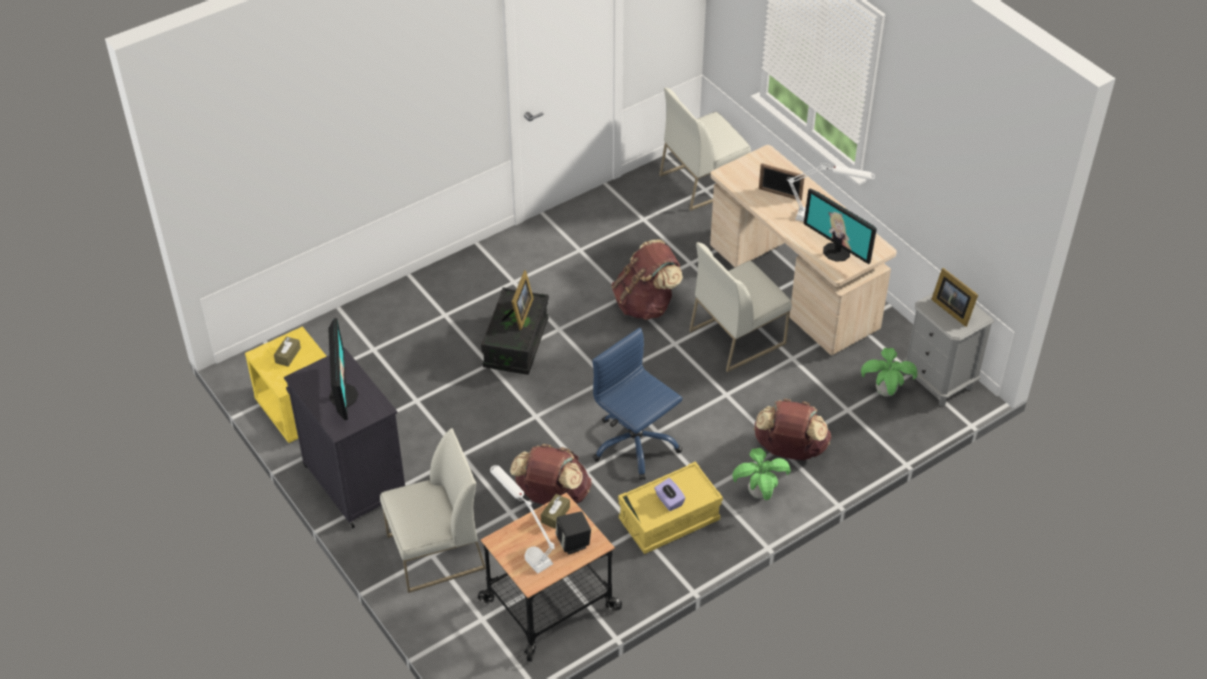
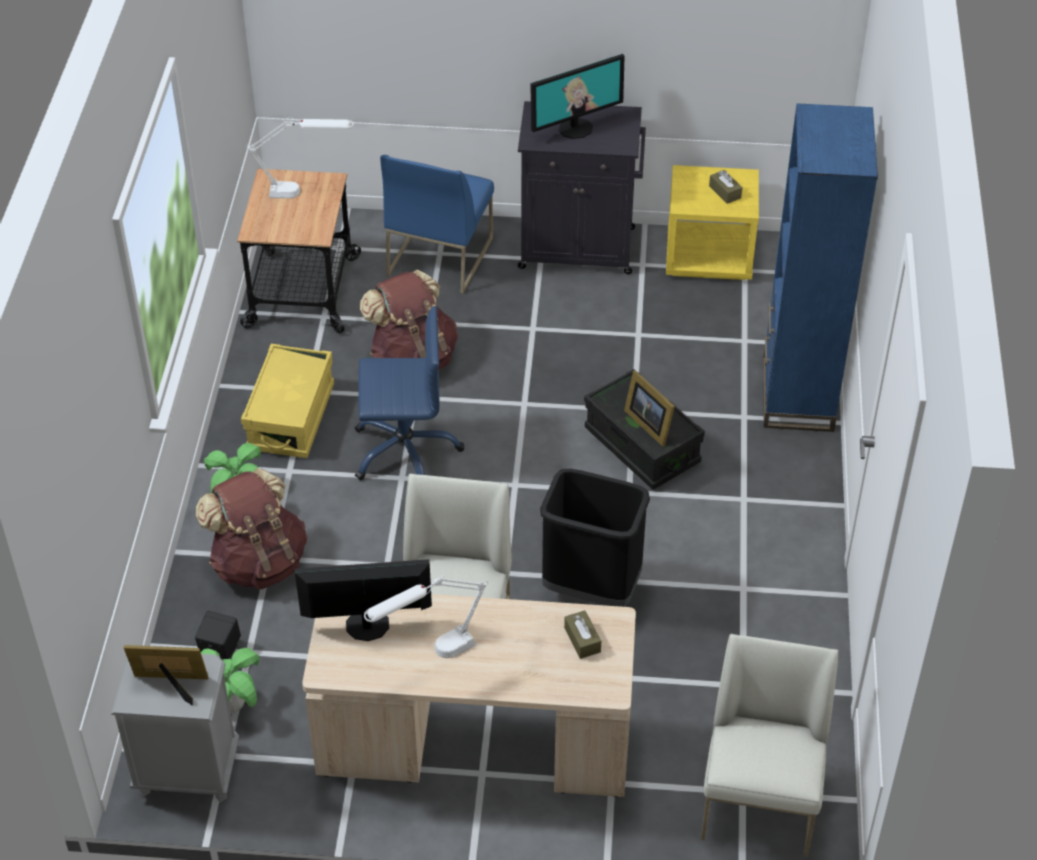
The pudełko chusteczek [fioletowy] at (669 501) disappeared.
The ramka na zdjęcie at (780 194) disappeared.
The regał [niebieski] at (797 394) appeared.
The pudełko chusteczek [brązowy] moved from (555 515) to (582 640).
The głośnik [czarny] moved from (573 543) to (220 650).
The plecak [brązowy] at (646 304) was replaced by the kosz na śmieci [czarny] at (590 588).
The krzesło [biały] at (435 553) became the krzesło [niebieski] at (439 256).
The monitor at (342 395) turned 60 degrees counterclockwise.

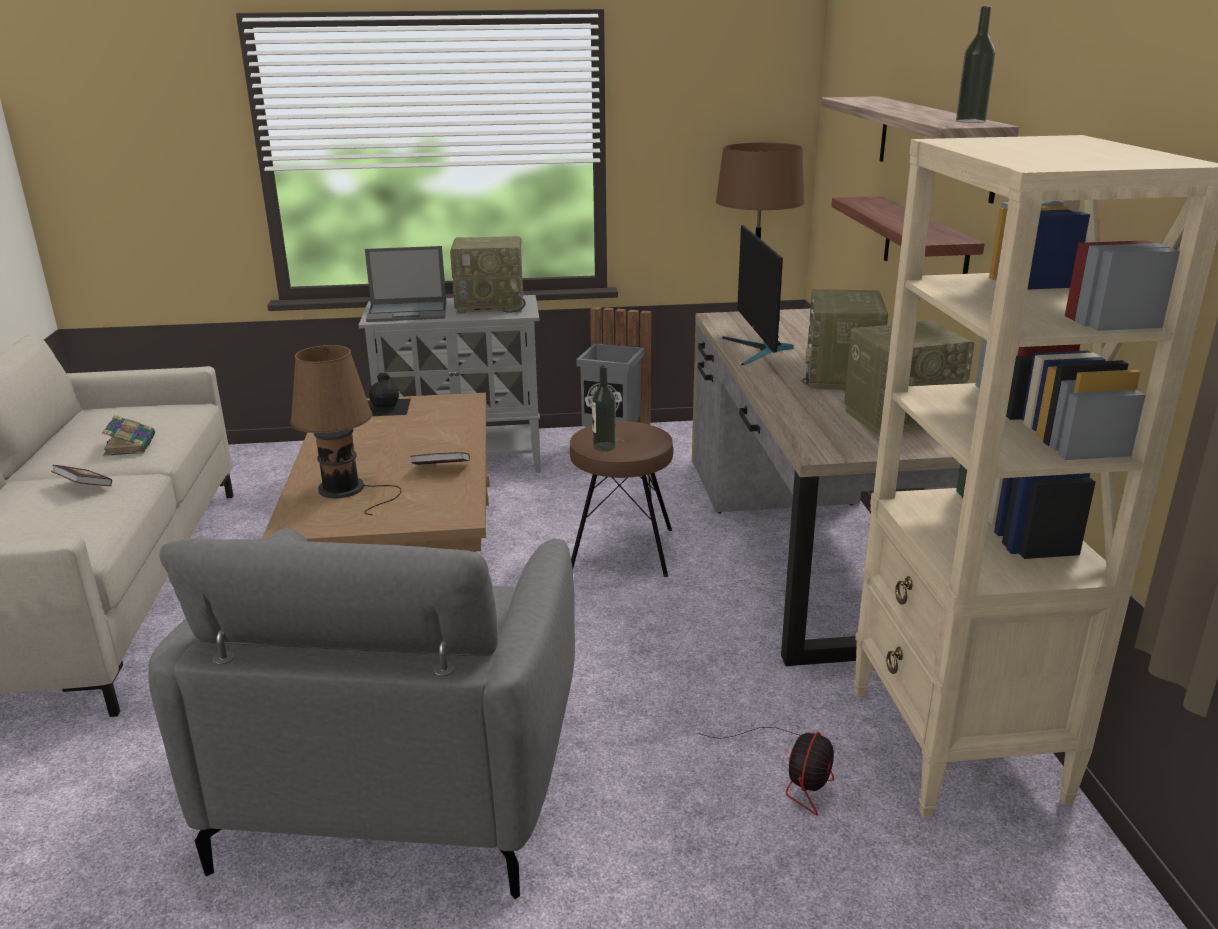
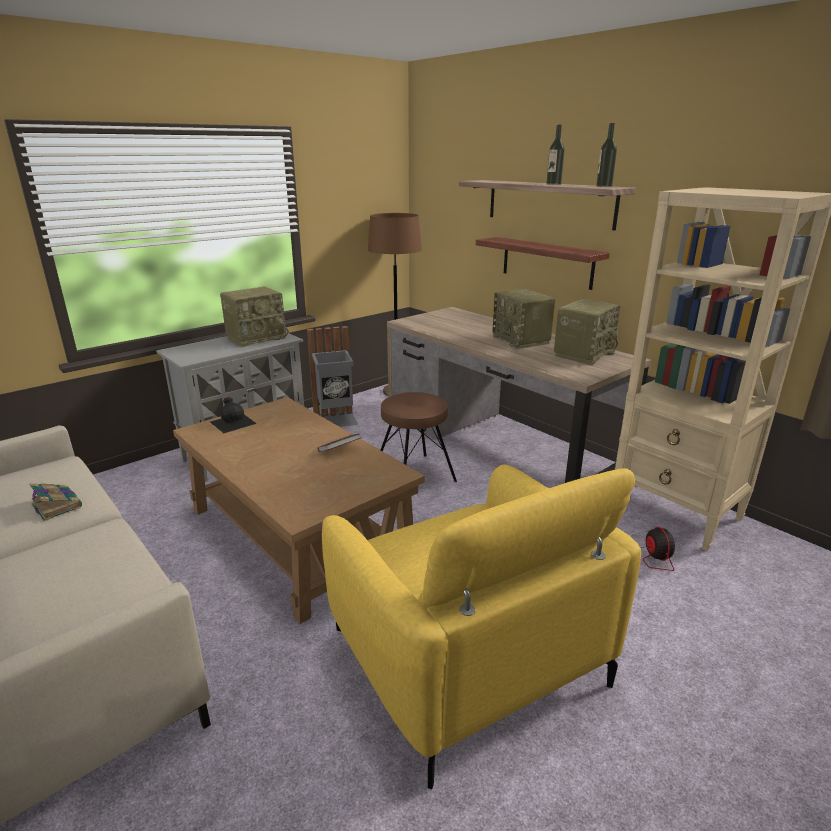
The książka at (84 487) disappeared.
The lampa stołowa [brązowy] at (346 490) disappeared.
The laptop at (408 312) disappeared.
The monitor at (758 350) disappeared.
The butelka moved from (604 446) to (553 184).
The fotel [szary] at (403 776) became the fotel [żółty] at (465 655).

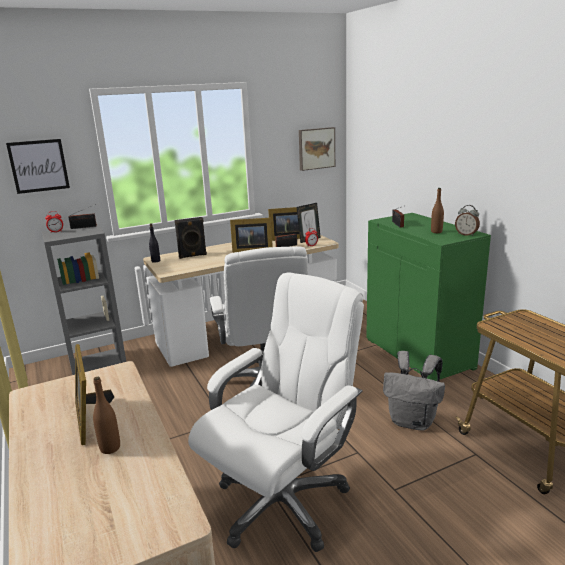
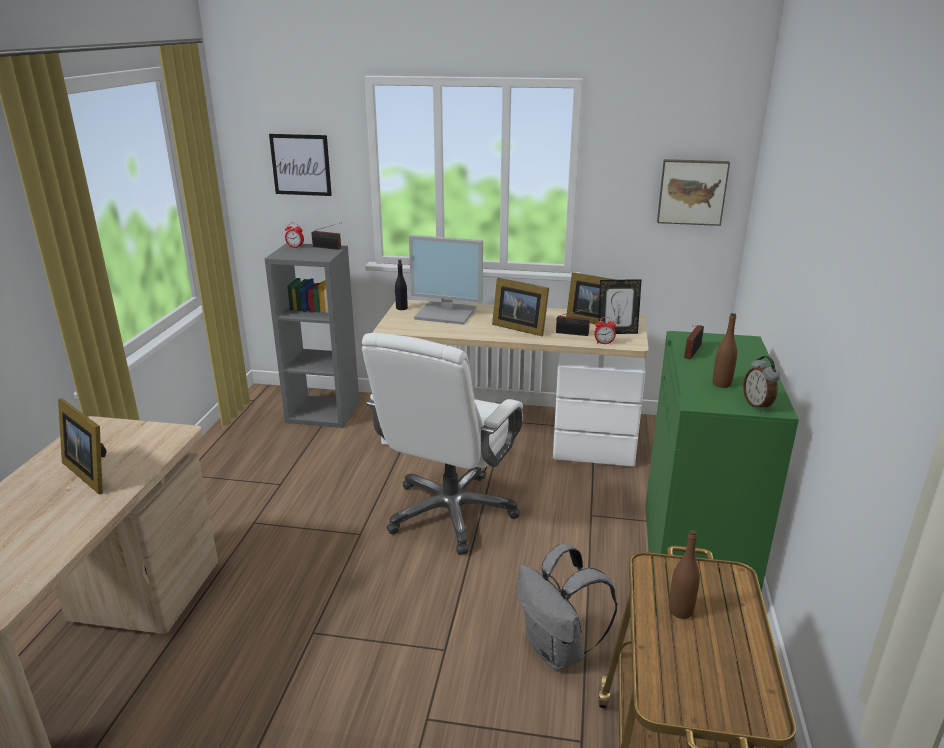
The krzesło biurowe [biały] at (282 501) disappeared.
The butelka [brązowy] moved from (110 448) to (680 611).
The głośnik [czarny] at (192 256) was replaced by the monitor at (447 313).
The ramka na zdjęcie at (91 417) turned 60 degrees counterclockwise.

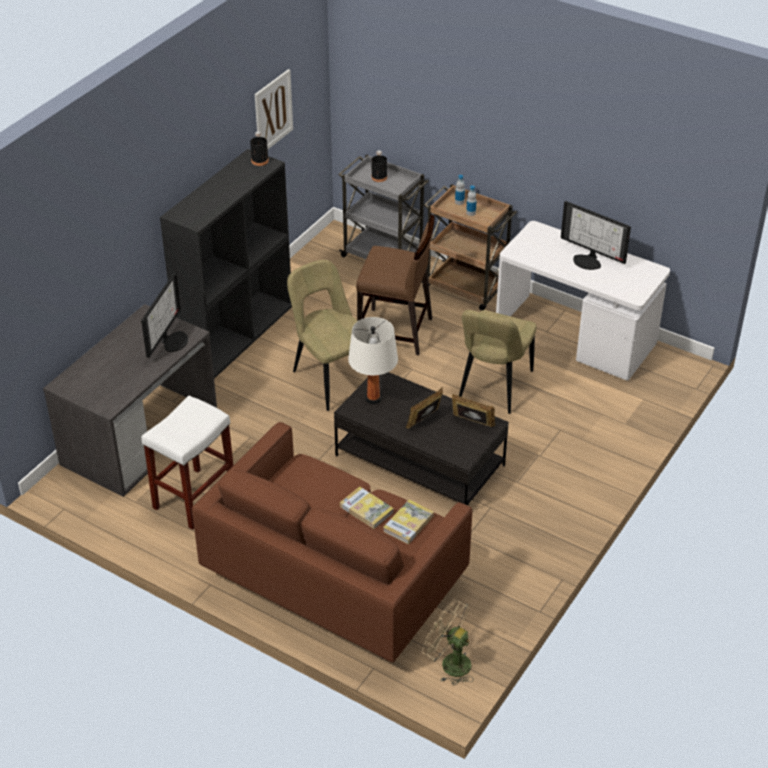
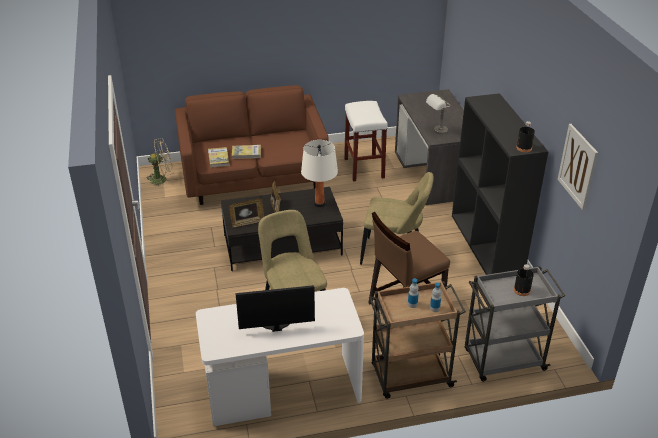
The monitor at (172 340) was replaced by the lampa stołowa [szary] at (436 132).

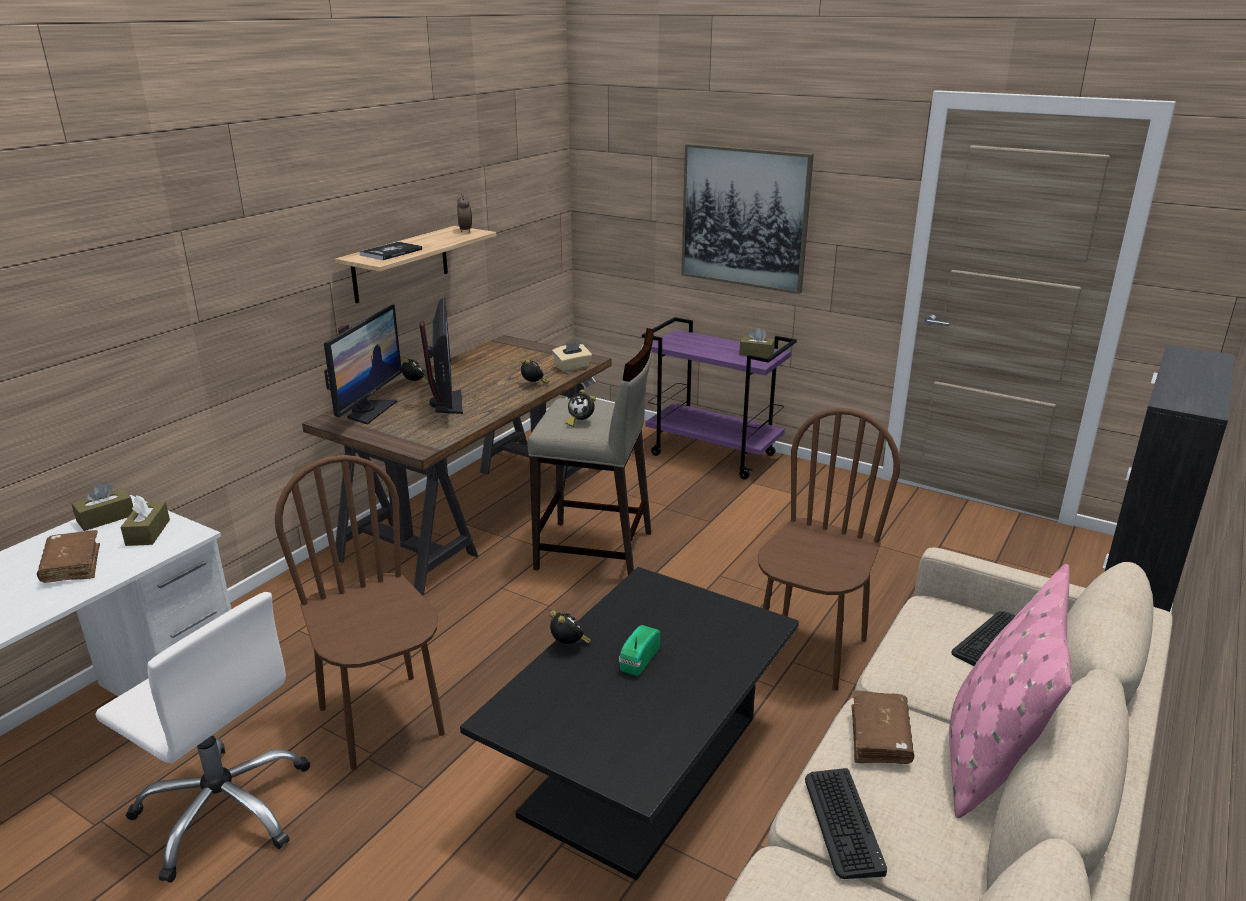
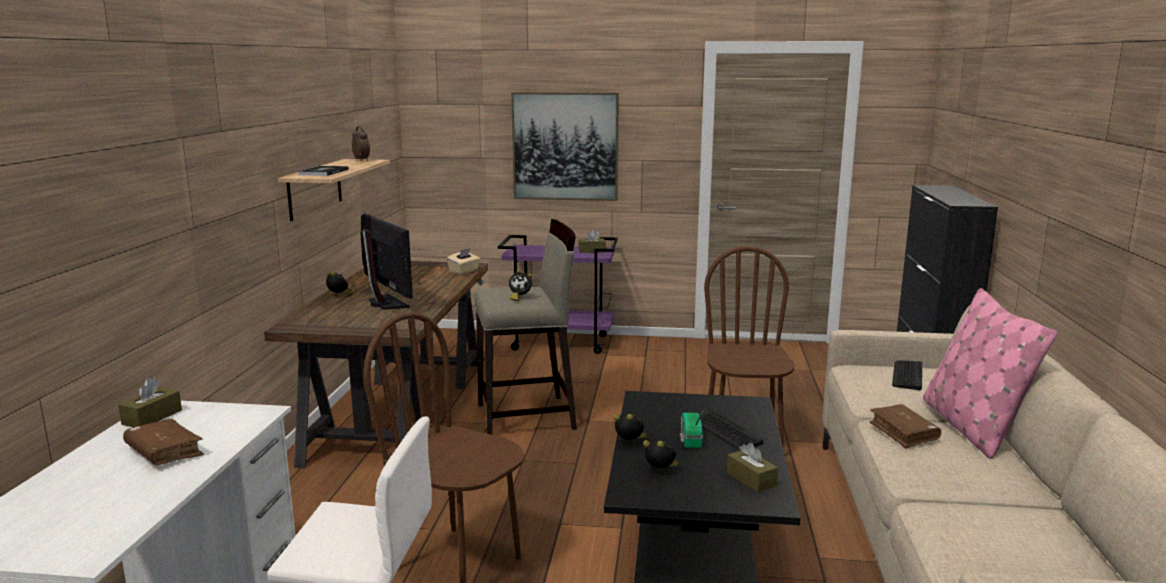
The monitor at (368 411) disappeared.
The pudełko chusteczek [brązowy] moved from (148 532) to (751 479).
The budzik moved from (534 385) to (661 471).
The klawiatura moved from (842 823) to (725 431).

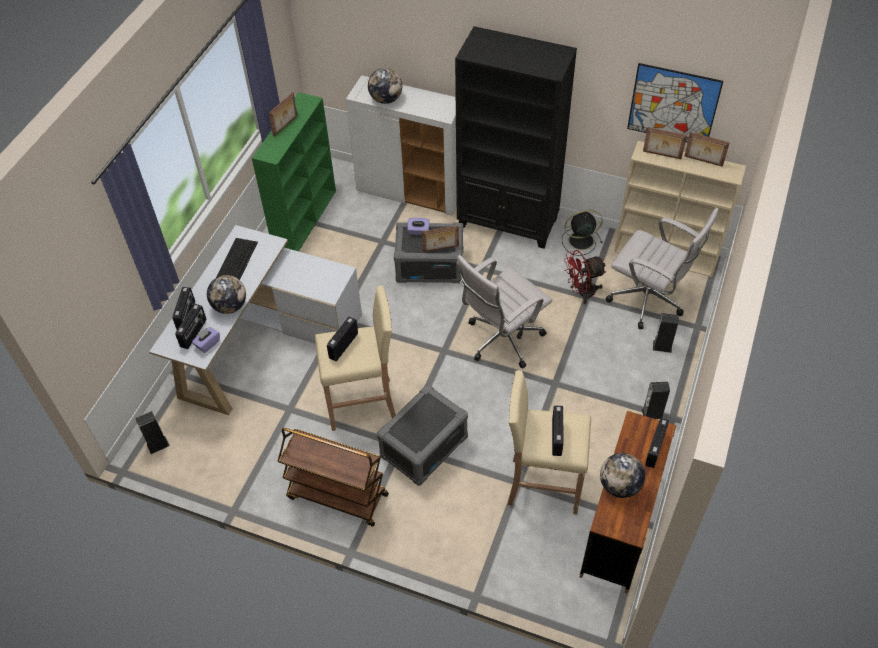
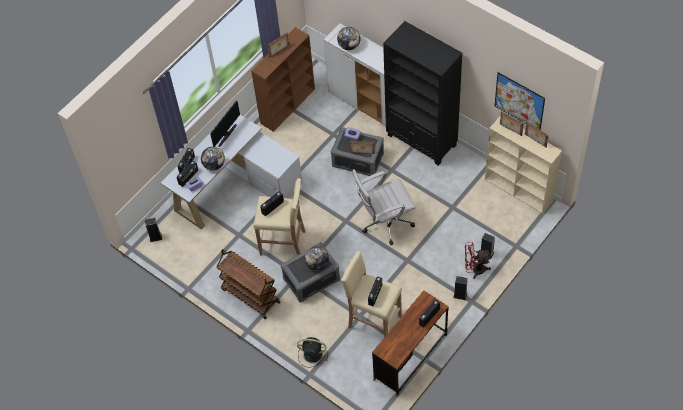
The krzesło biurowe [biały] at (649 301) disappeared.
The wentylator [czarny] moved from (579 241) to (312 354).
The wentylator [czerwony] moved from (581 292) to (475 269).
The globus moved from (619 486) to (317 264).
The klawiatura at (236 260) was replaced by the monitor at (226 135).
The regał [zielony] at (305 219) became the regał [brązowy] at (288 105).

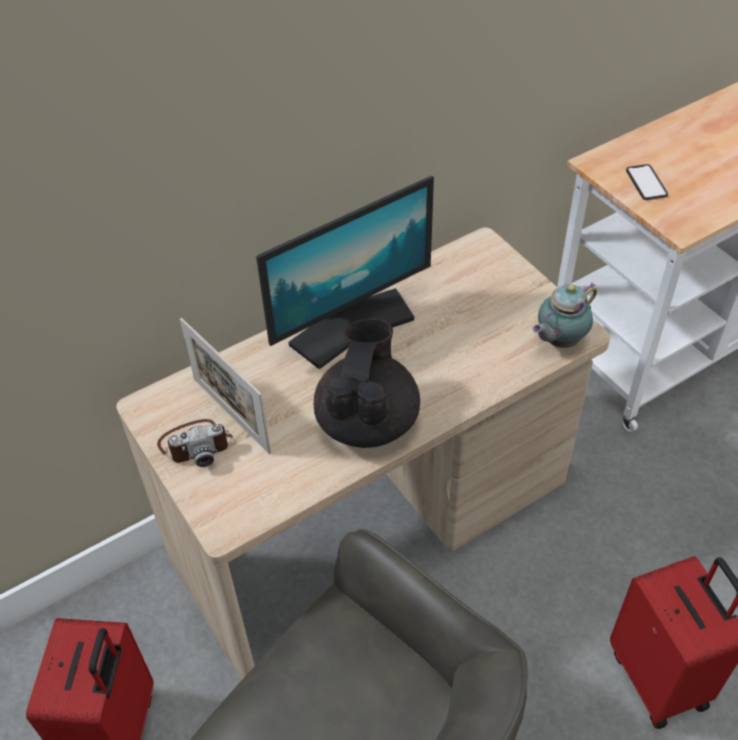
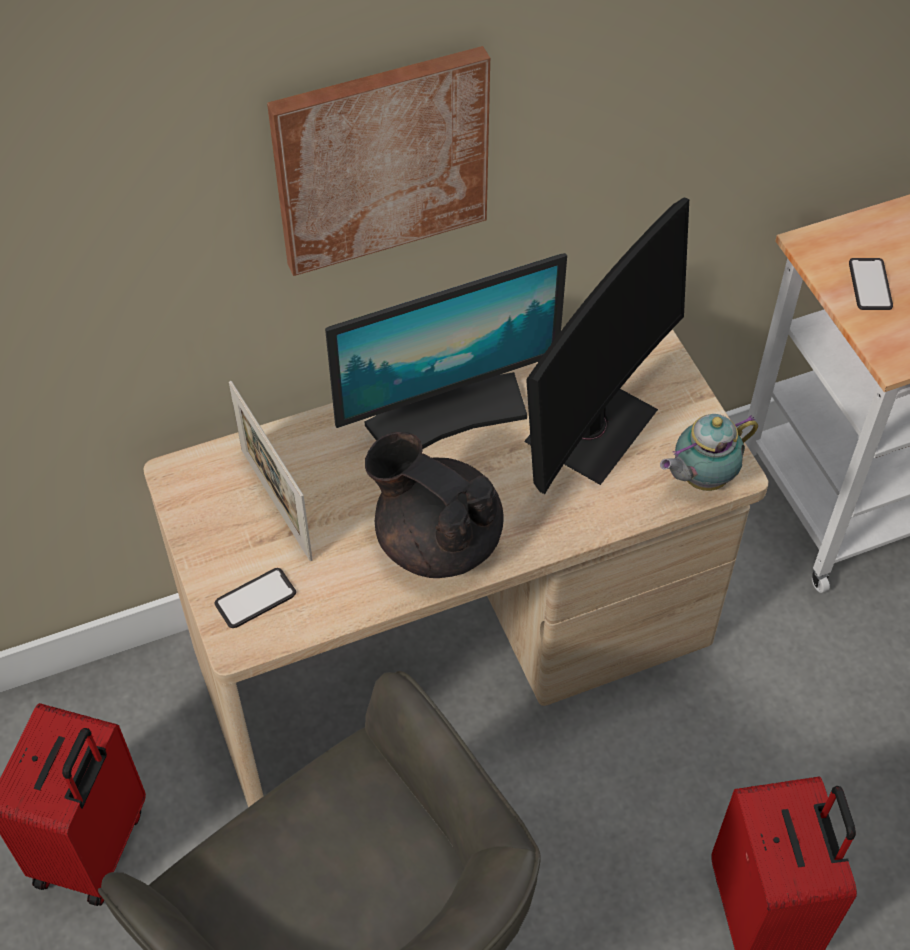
The aparat fotograficzny at (196 444) disappeared.
The telefon at (255 598) appeared.
The obraz at (381 159) appeared.
The monitor at (591 428) appeared.
The imbryk [czarny] at (367 420) turned 75 degrees counterclockwise.

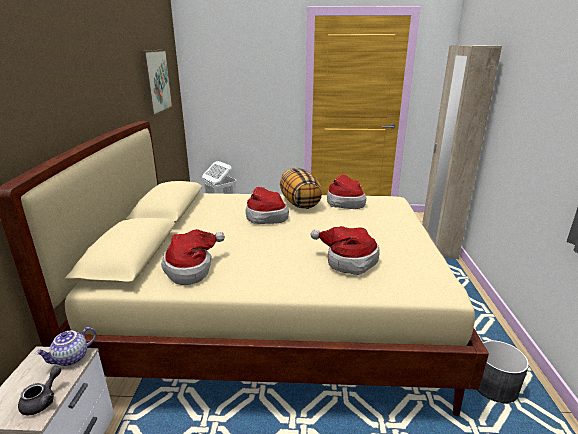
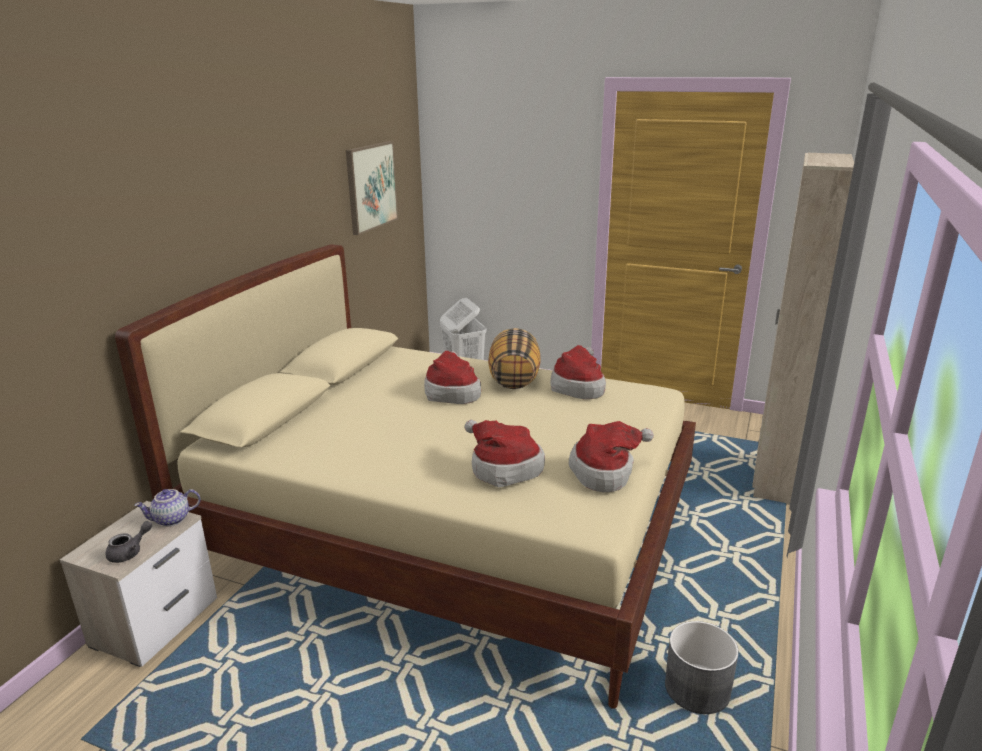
The kapelusz moved from (192 268) to (606 471).

